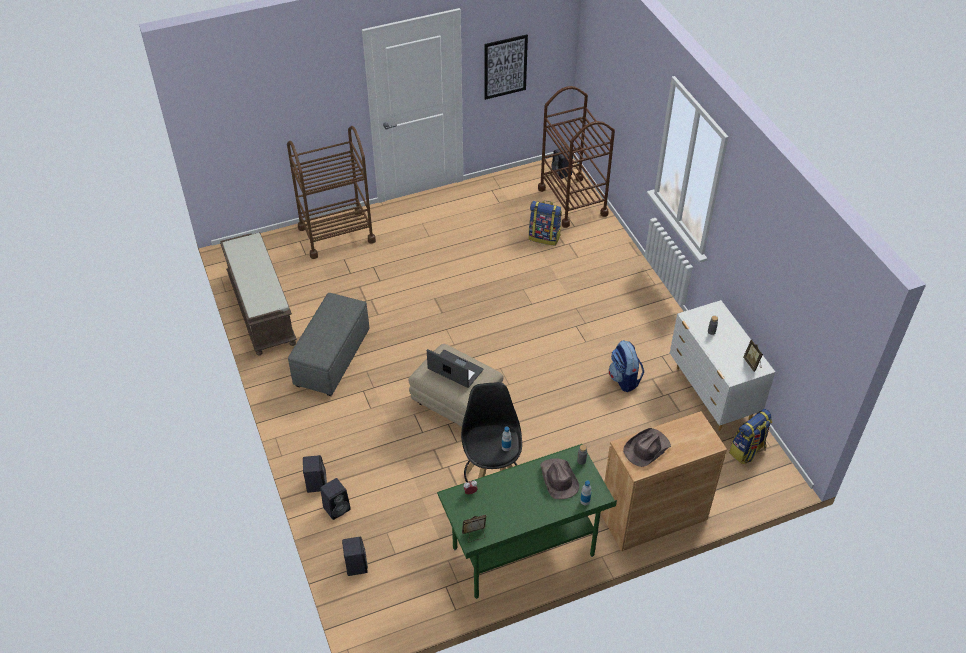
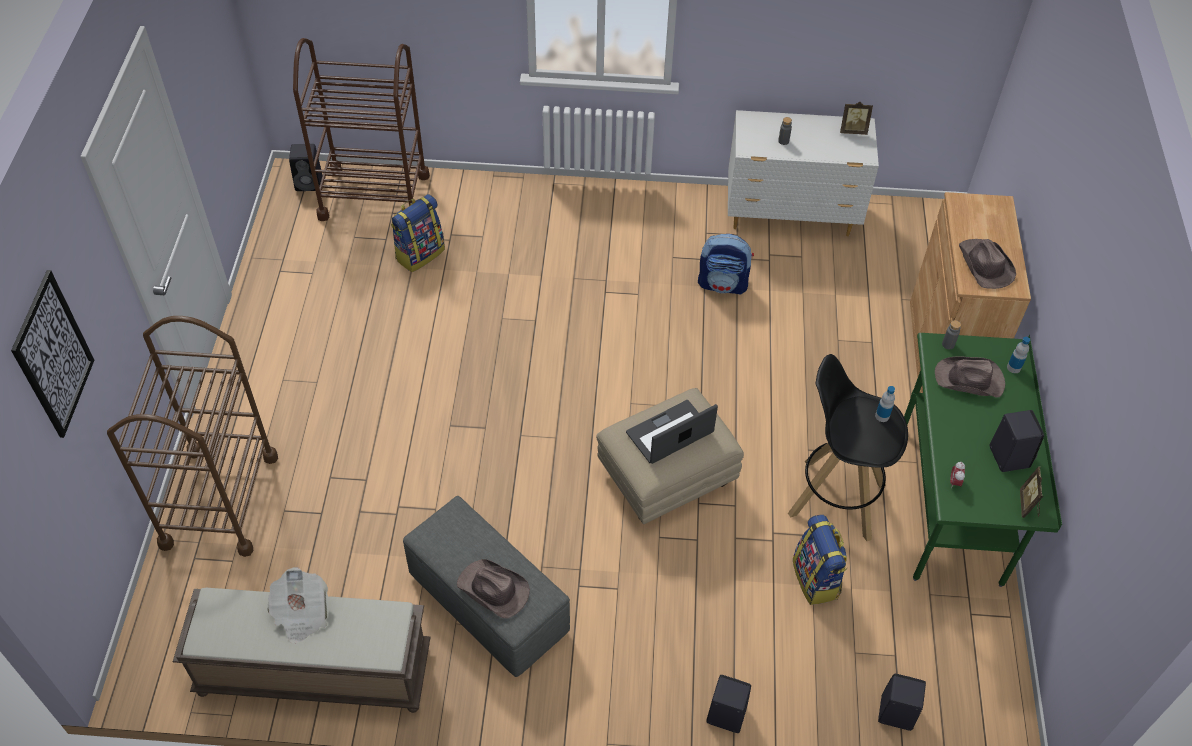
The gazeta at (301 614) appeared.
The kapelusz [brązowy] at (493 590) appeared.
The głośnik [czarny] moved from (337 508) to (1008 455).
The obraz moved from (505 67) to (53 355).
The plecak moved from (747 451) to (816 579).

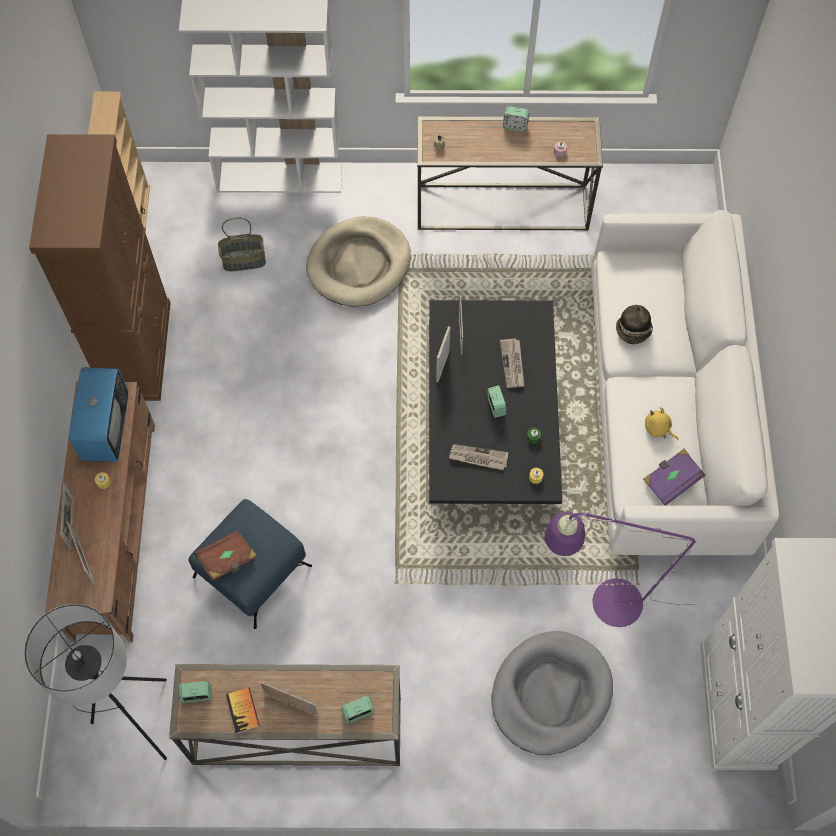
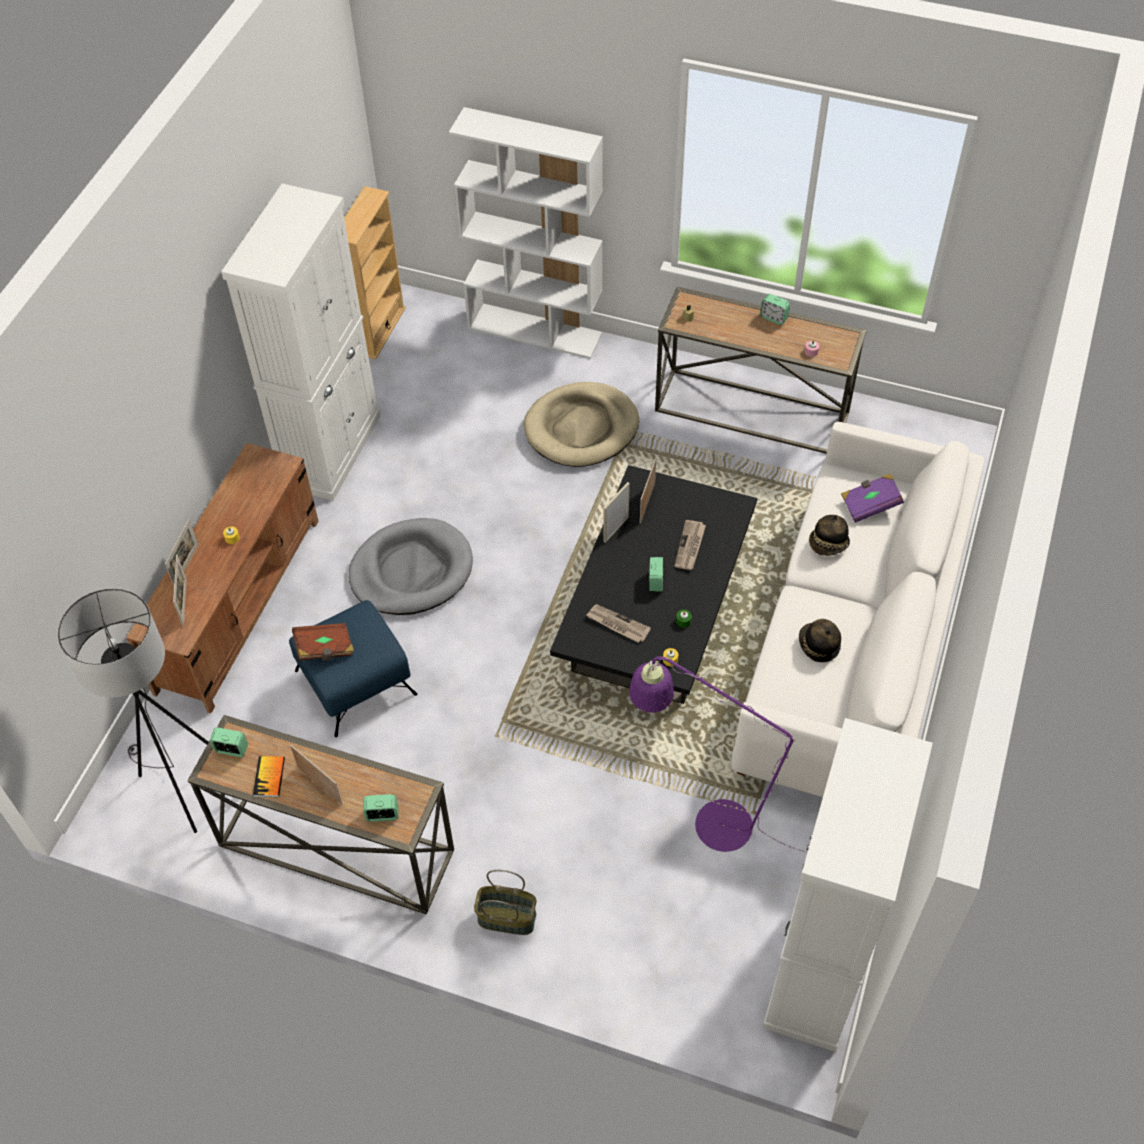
The telewizor at (106 428) disappeared.
The koszyk moved from (244 259) to (507 917).
The legowisko [szary] moved from (550 694) to (411 571).
The książka [fioletowy] moved from (671 481) to (870 504).
The pluszak [żółty] at (658 429) was replaced by the kapelusz at (818 645).
The szafka [brązowy] at (138 350) became the szafka [biały] at (331 450).

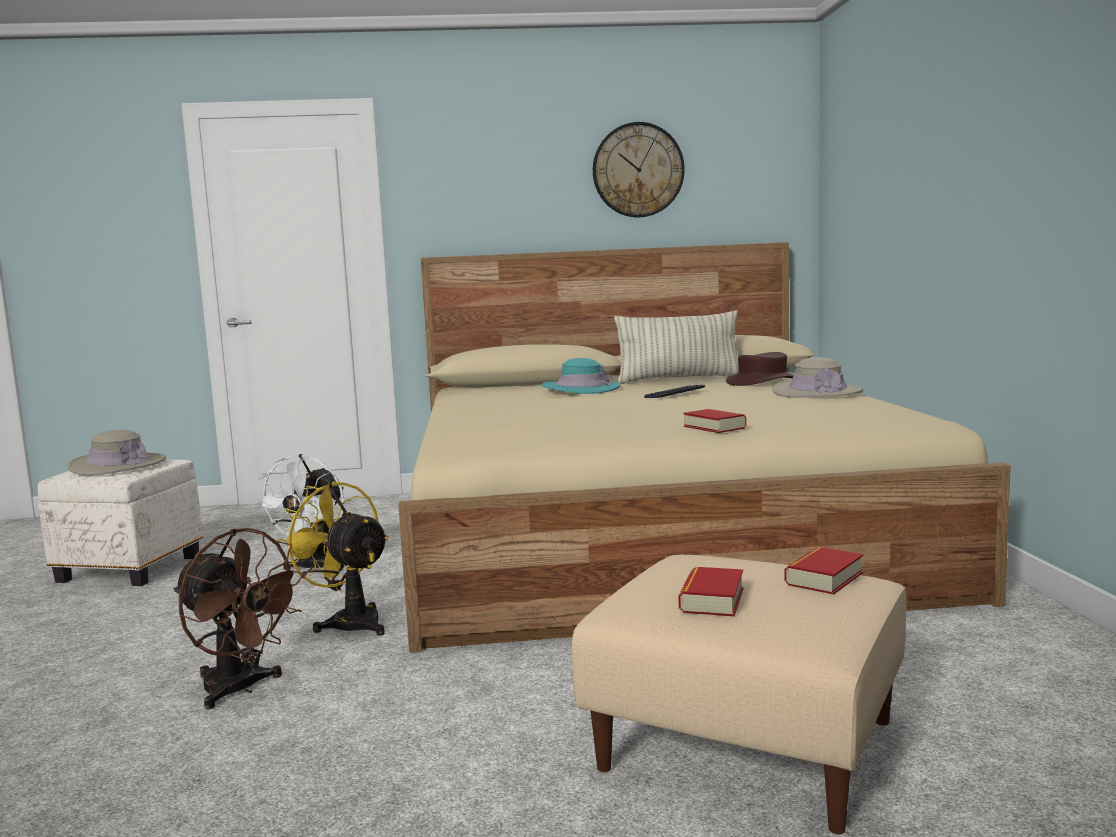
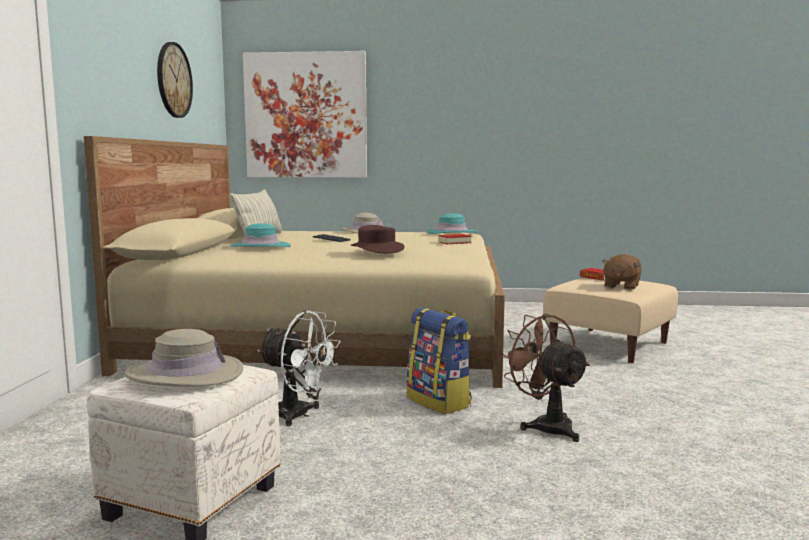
The obraz at (306 115) appeared.
The kapelusz [turkusowy] at (452 233) appeared.
The kapelusz [brązowy] moved from (762 382) to (376 249).
The wentylator [żółty] at (348 621) was replaced by the plecak at (440 402).
The książka at (712 600) was replaced by the pluszak [brązowy] at (621 286).
The wentylator [brązowy] at (241 689) turned 75 degrees counterclockwise.

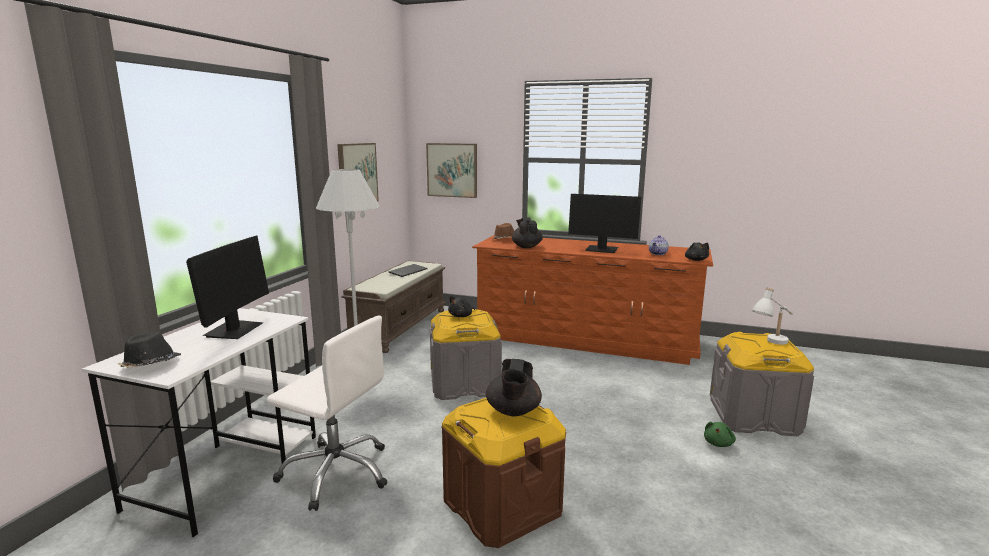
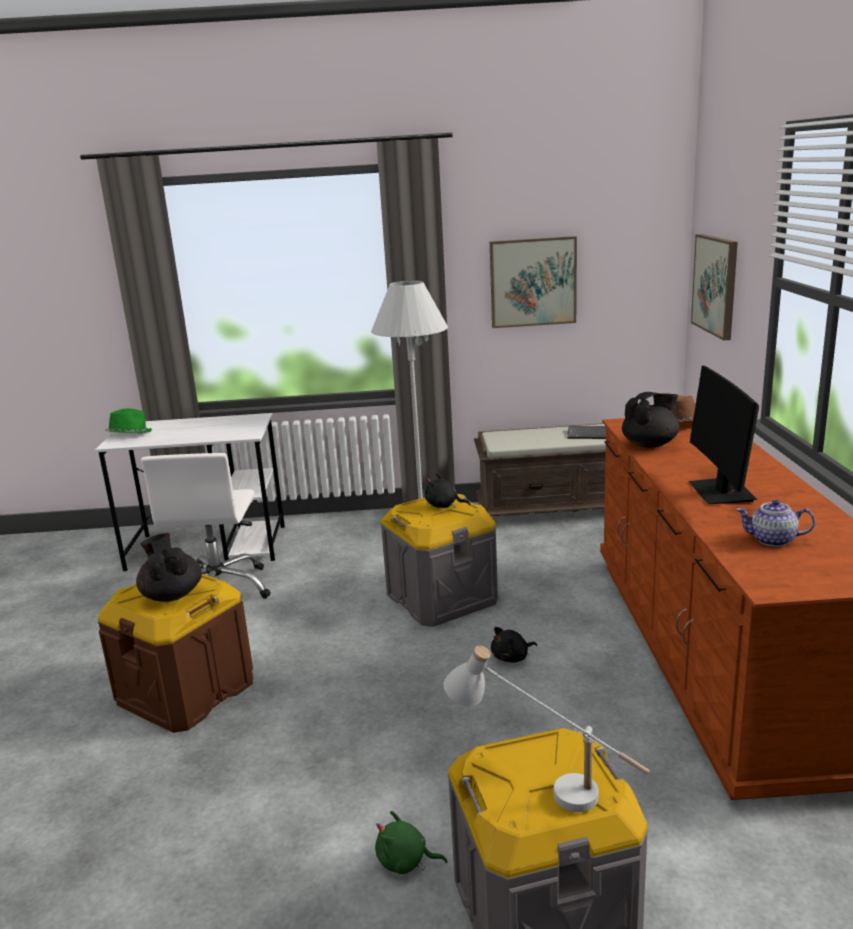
The monitor at (234 330) disappeared.
The pluszak [czarny] moved from (696 260) to (512 657).
The kapelusz [czarny] at (150 365) became the kapelusz [zielony] at (129 434).
The imbryk [czarny] at (513 411) turned 75 degrees clockwise.

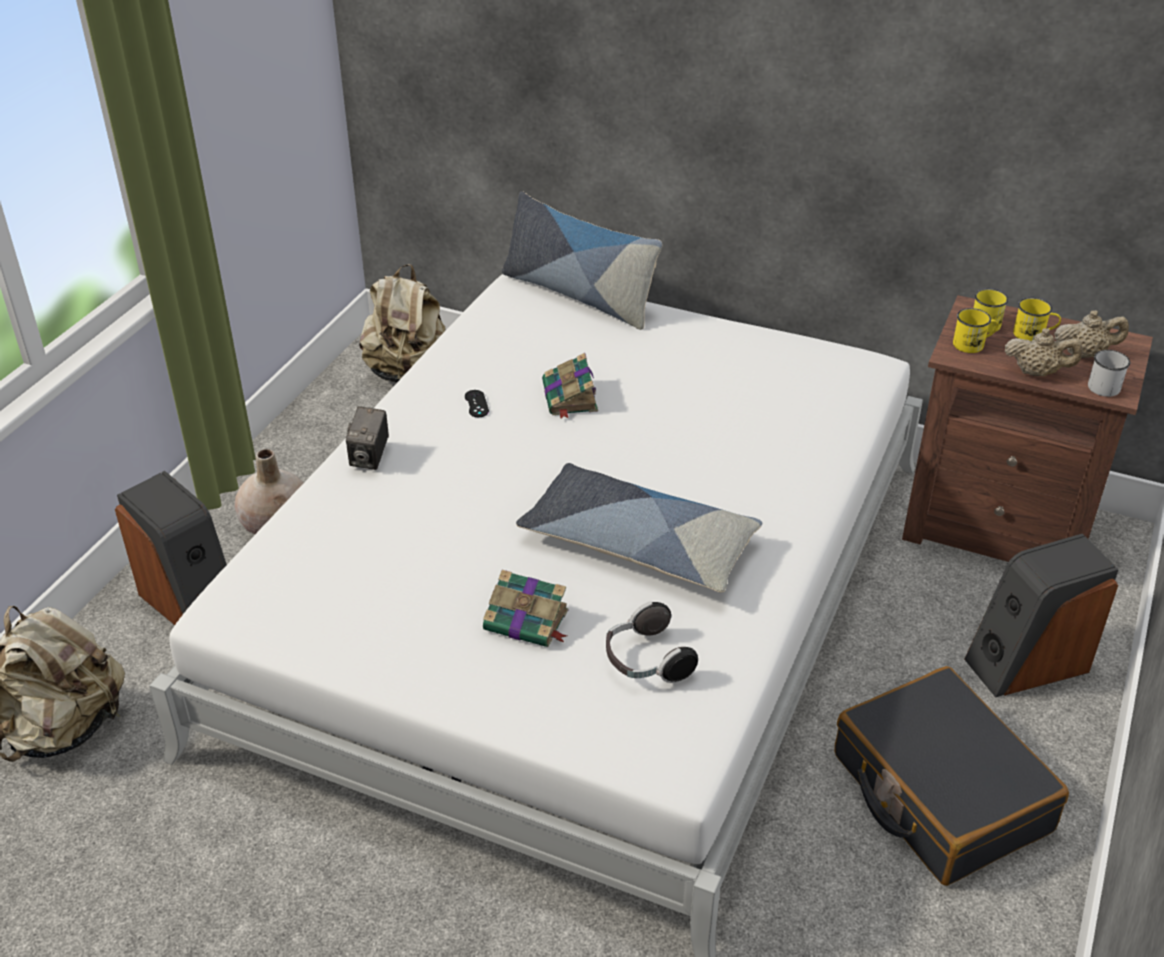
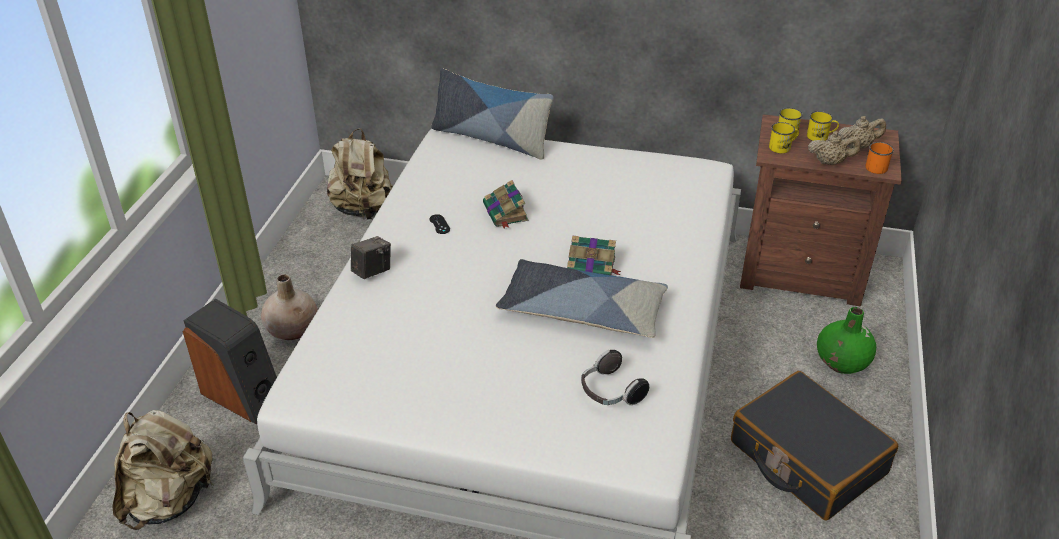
The książka moved from (528 621) to (592 266).
The głośnik at (1026 663) was replaced by the wazon [zielony] at (842 362).
The kubek [biały] at (1102 384) became the kubek [pomarańczowy] at (874 166).
The aparat fotograficzny at (370 457) turned 135 degrees counterclockwise.

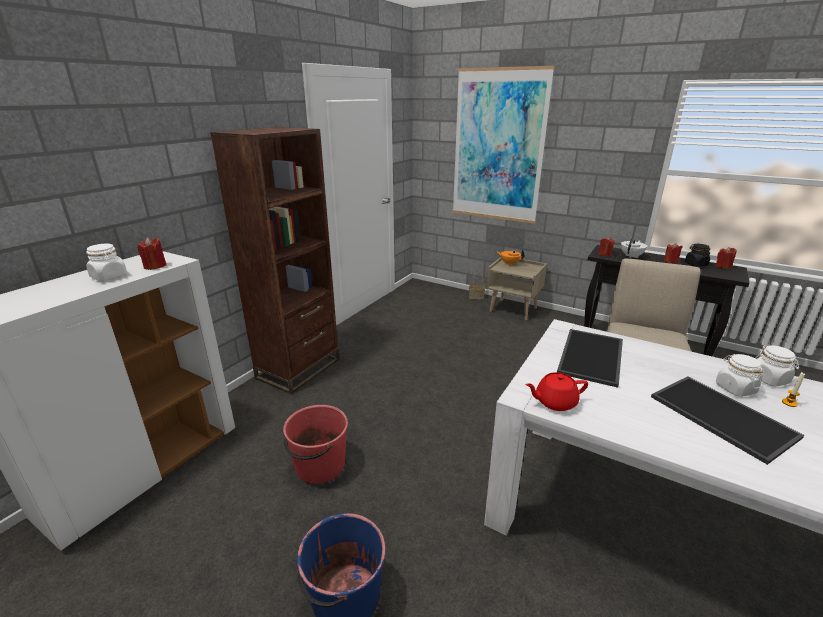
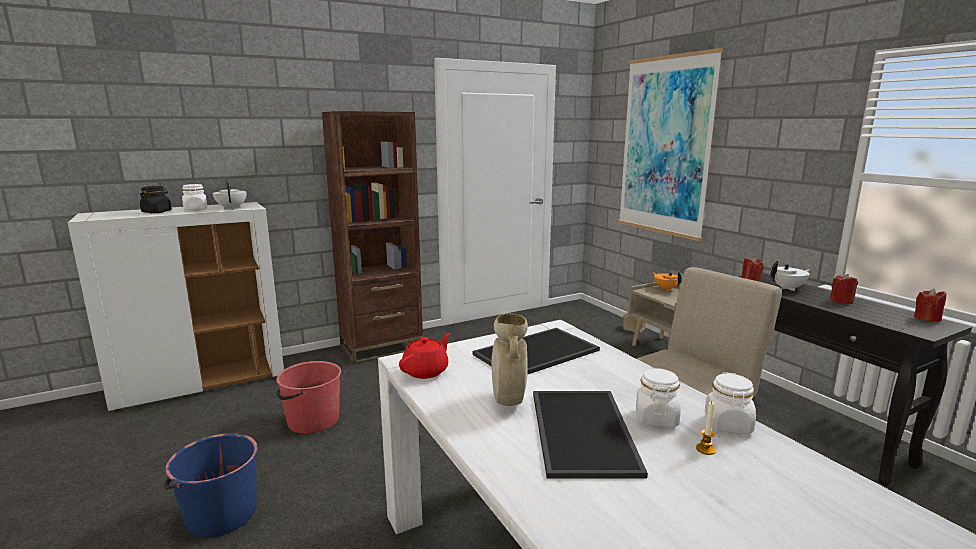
The wazon [beżowy] at (508 401) appeared.
The słoik [czarny] moved from (695 264) to (157 212).
The świeca [czerwony] at (155 266) was replaced by the imbryk [biały] at (232 208).
The imbryk [czerwony] at (554 402) turned 105 degrees clockwise.

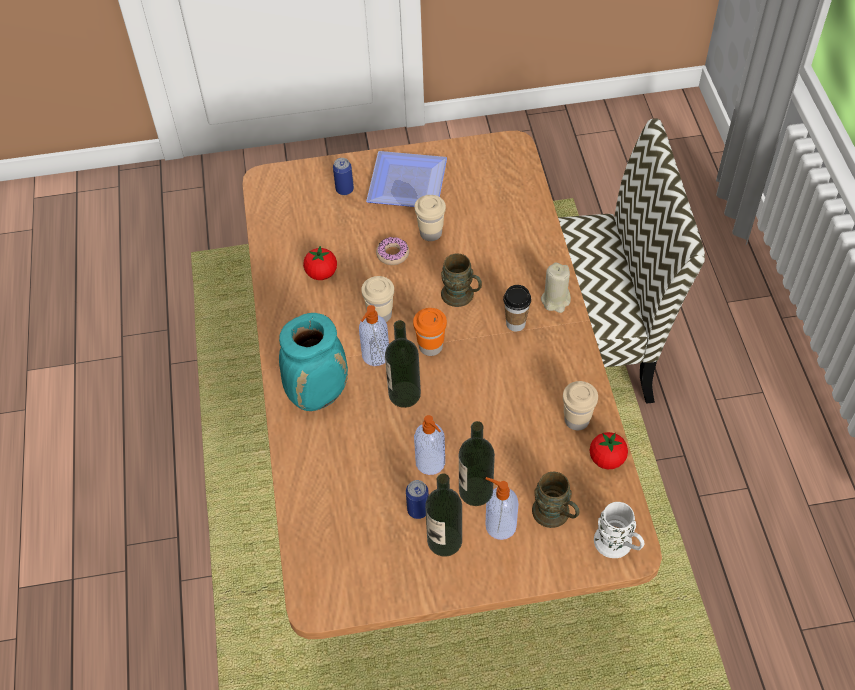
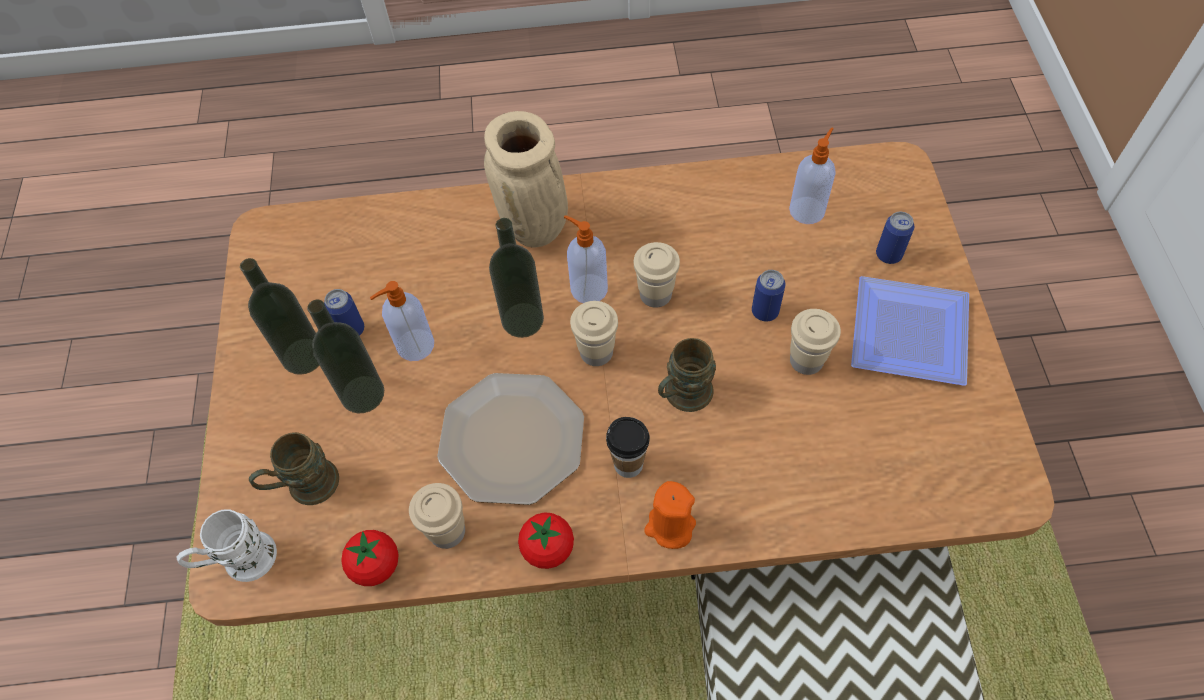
The talerz at (513 438) appeared.
The pomidor moved from (321 273) to (548 548).
The dozownik mydła moved from (499 525) to (807 209).
The donut at (392 254) was replaced by the puszka at (765 311).
The wazon [turkusowy] at (318 394) became the wazon [beżowy] at (535 229).
The filiżanka [pomarańczowy] at (430 347) became the filiżanka [beżowy] at (596 352).
The świeca [beżowy] at (555 300) became the świeca [pomarańczowy] at (670 526).

